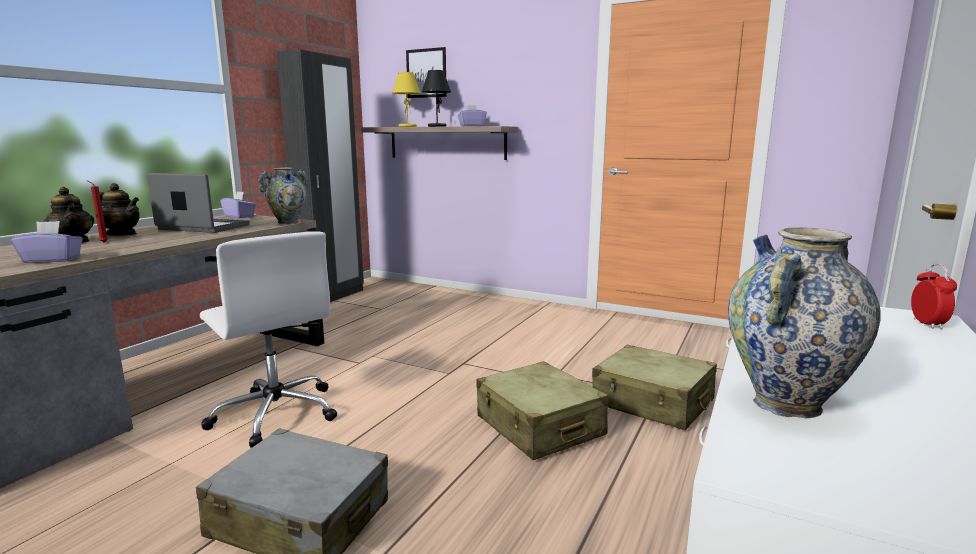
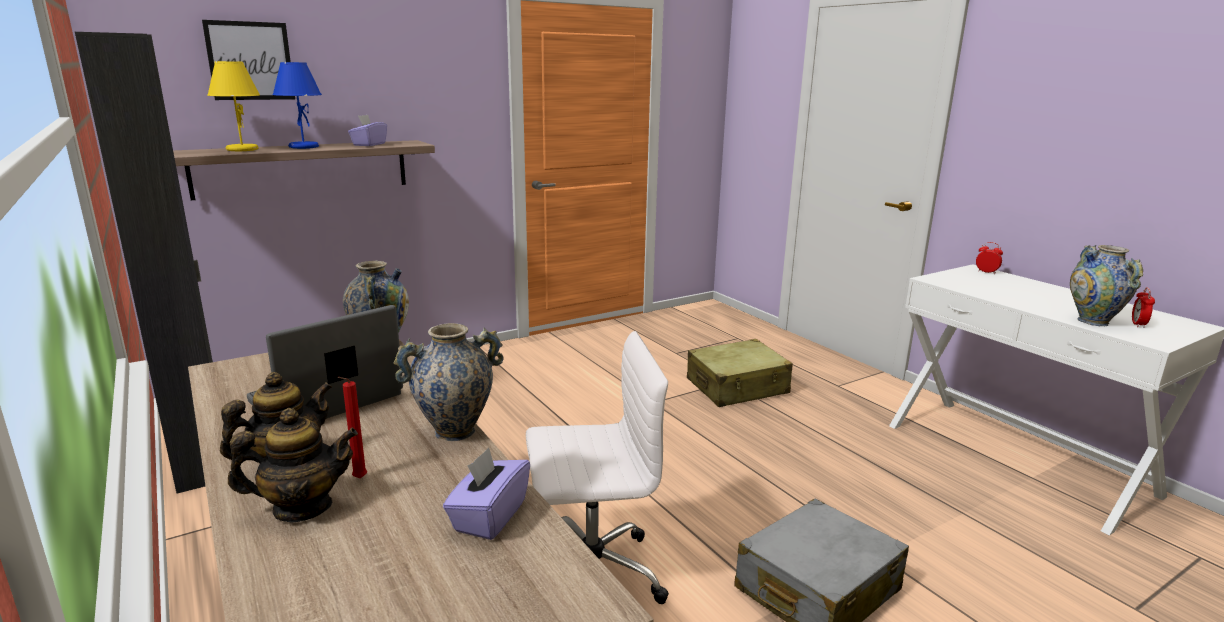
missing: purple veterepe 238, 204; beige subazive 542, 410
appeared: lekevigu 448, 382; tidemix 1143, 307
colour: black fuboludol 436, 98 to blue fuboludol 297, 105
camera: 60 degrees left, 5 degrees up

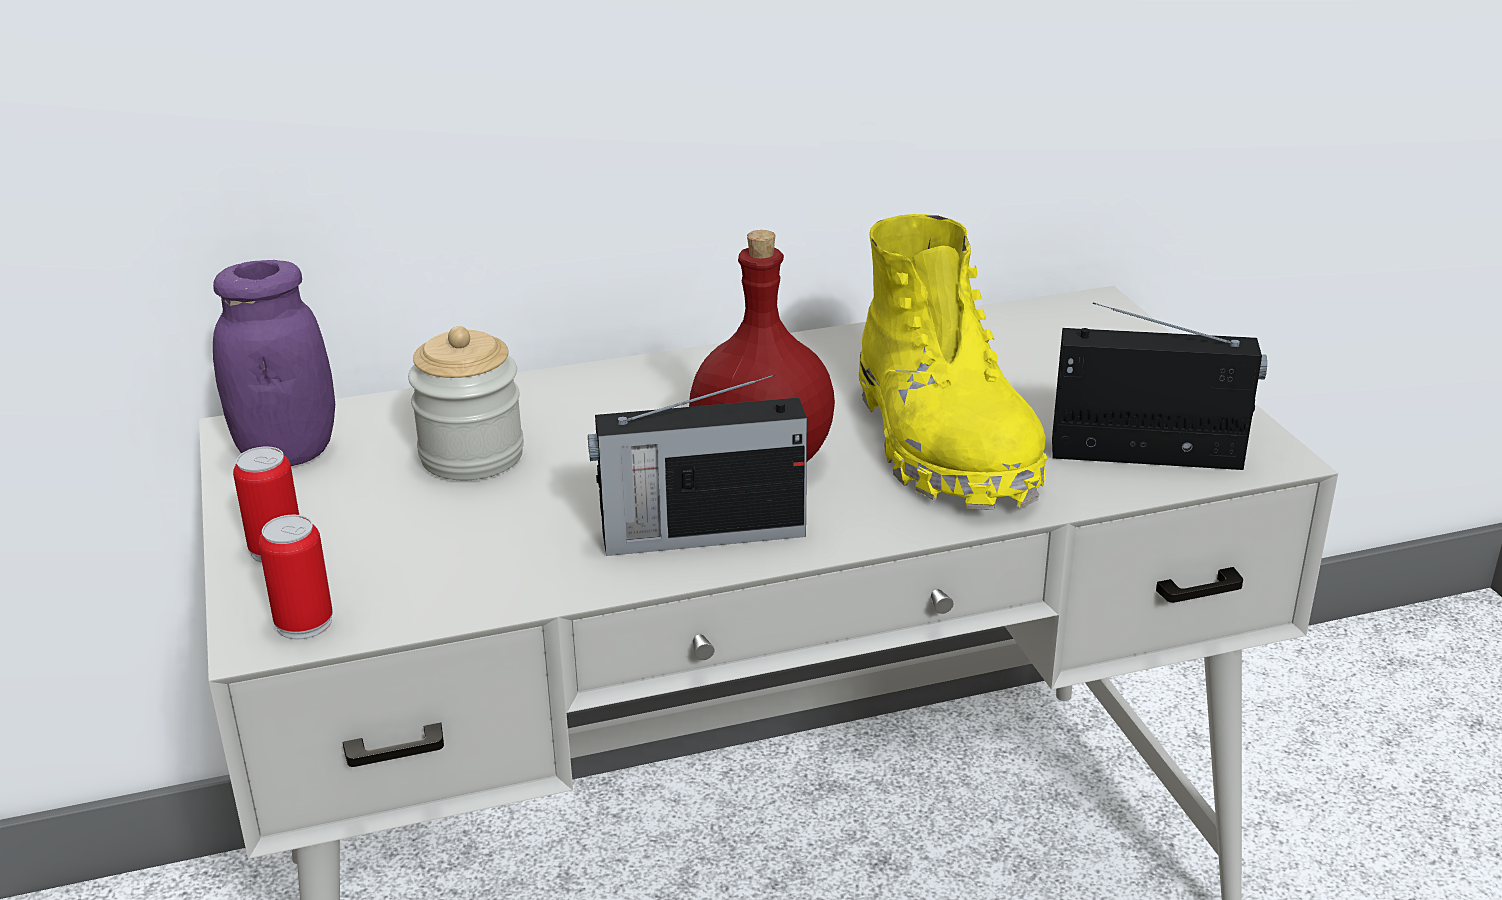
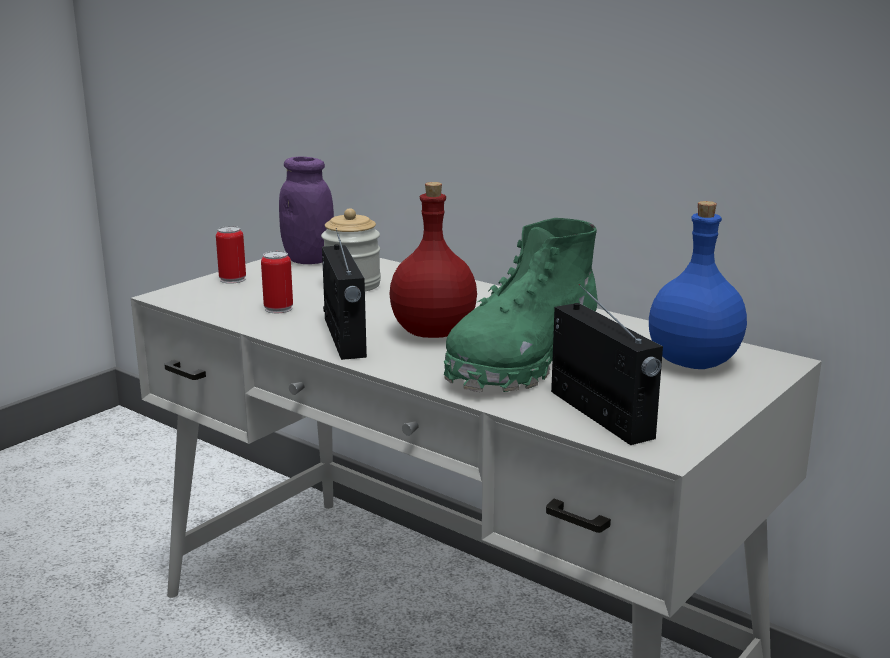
appeared: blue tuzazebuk 698, 285
relocated: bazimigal 296, 577 to 277, 282
colour: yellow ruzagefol 953, 362 to green ruzagefol 521, 305
spun: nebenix 697, 465 = 344, 294 150 degrees counterclockwise
camera: 55 degrees right, 10 degrees down

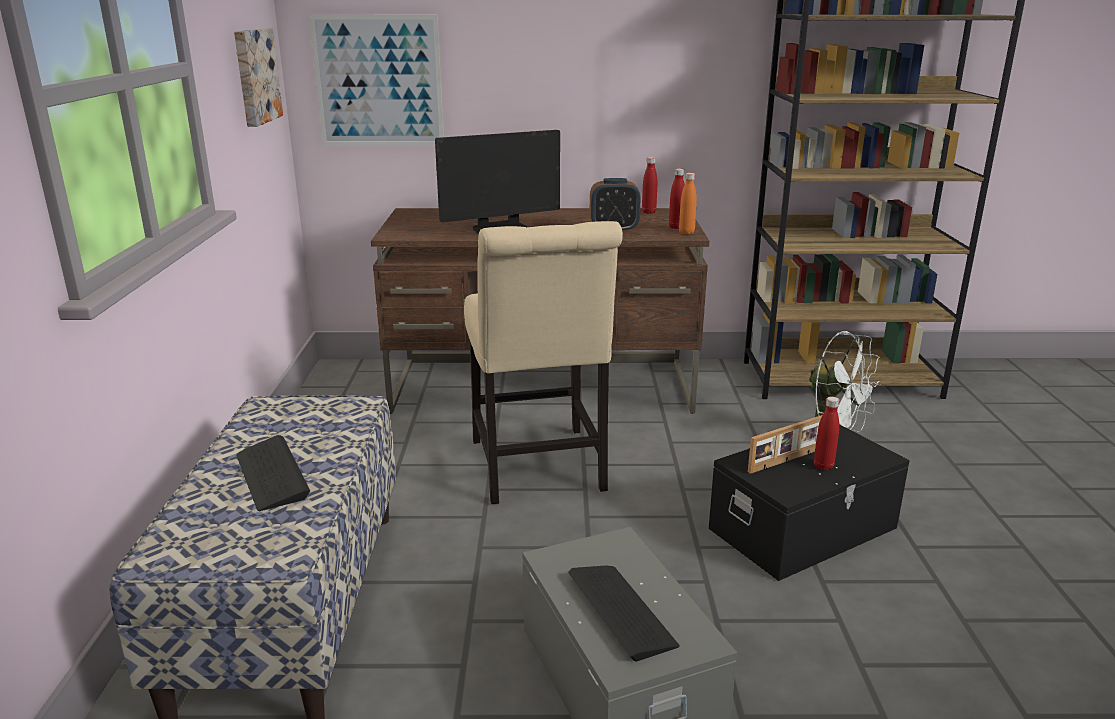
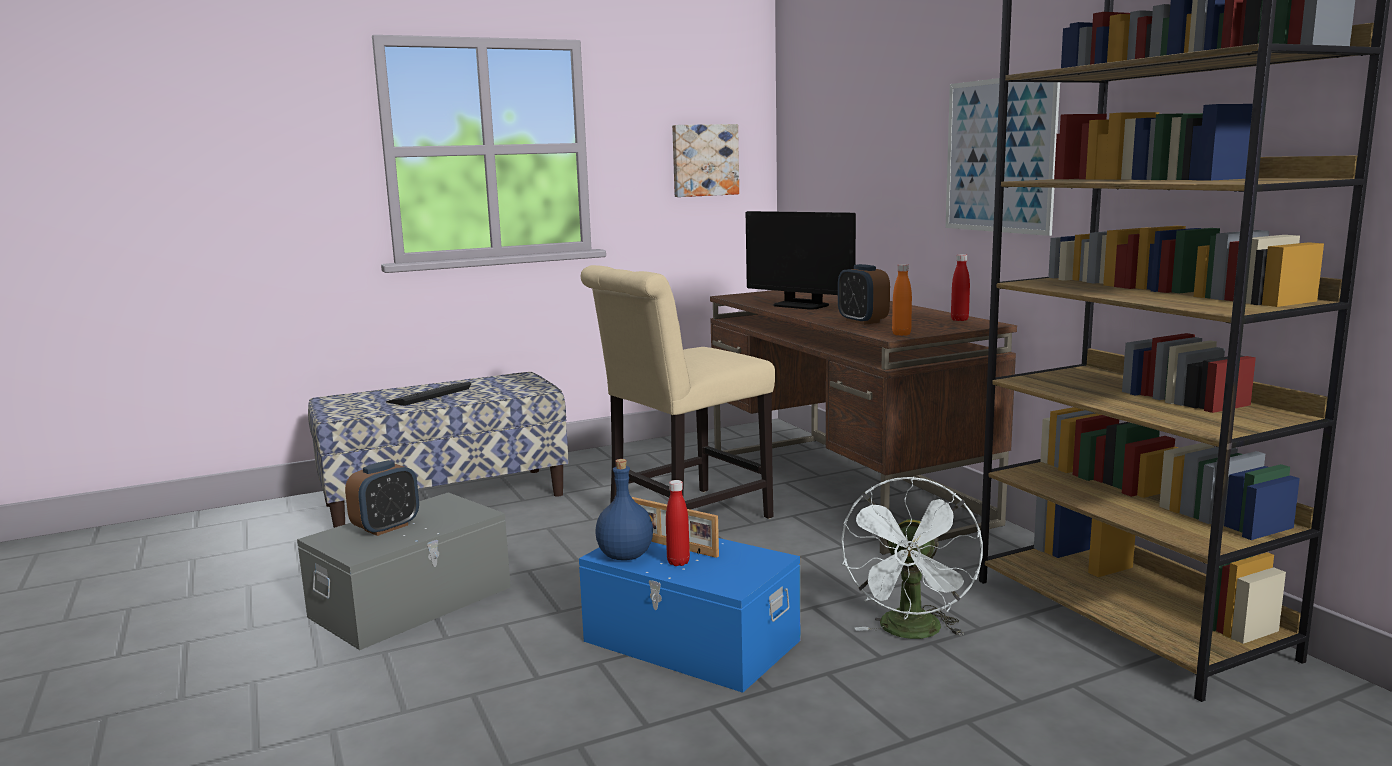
missing: red tuzazebuk 677, 198
appeared: blue tuzazebuk 624, 509
relocated: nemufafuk 376, 80 to 1003, 157
exchanged: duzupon 623, 613 to tidemix 382, 498
colour: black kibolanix 809, 502 to blue kibolanix 689, 615
camera: 65 degrees right, 10 degrees down

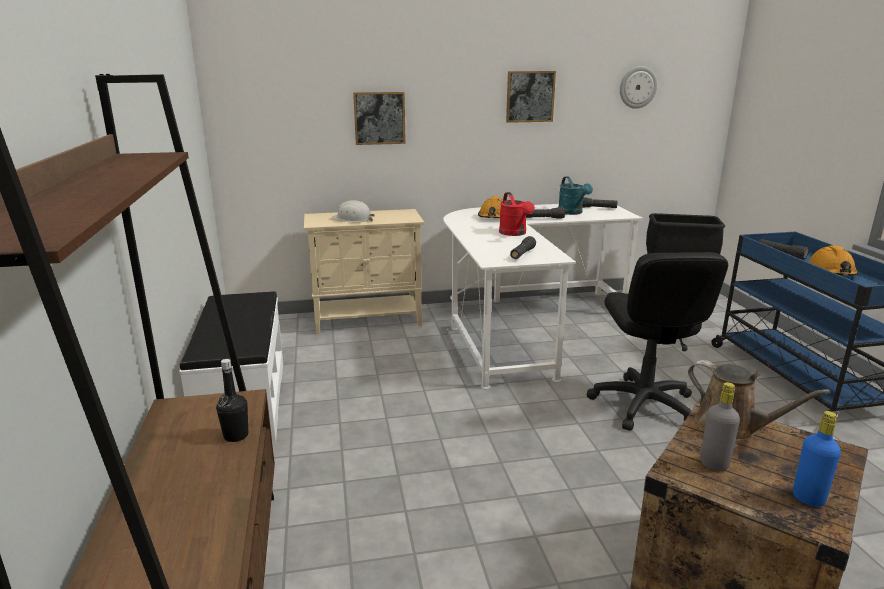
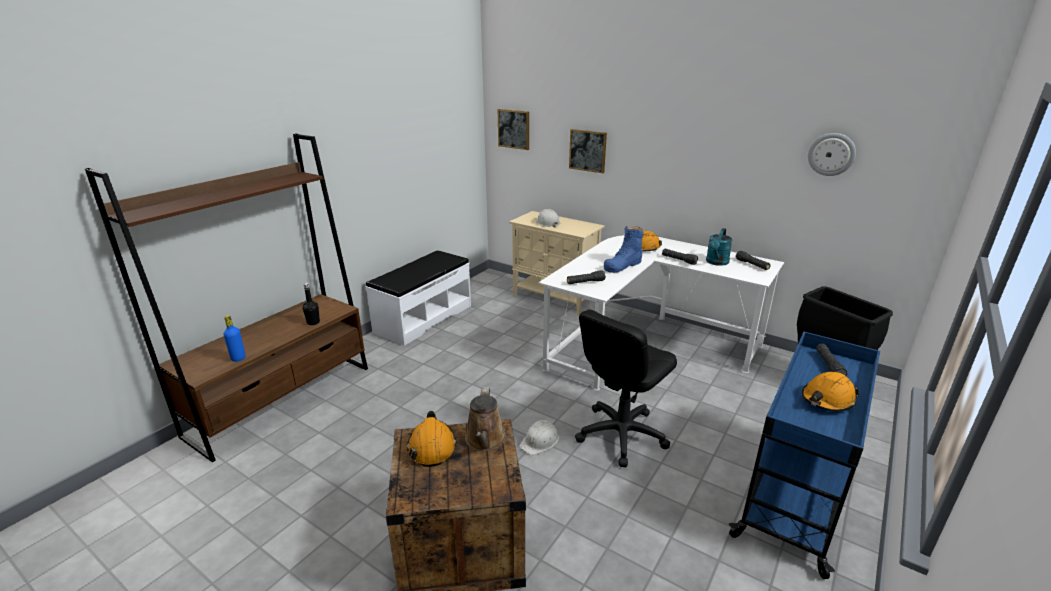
appeared: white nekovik 539, 437
relocated: nemufafuk 531, 97 to 513, 129; blue tuzazebuk 817, 459 to 235, 338
exchanged: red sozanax 517, 214 to blue ruzagefol 624, 249; grey tuzazebuk 720, 426 to orange nekovik 432, 439
camera: 45 degrees right, 5 degrees up

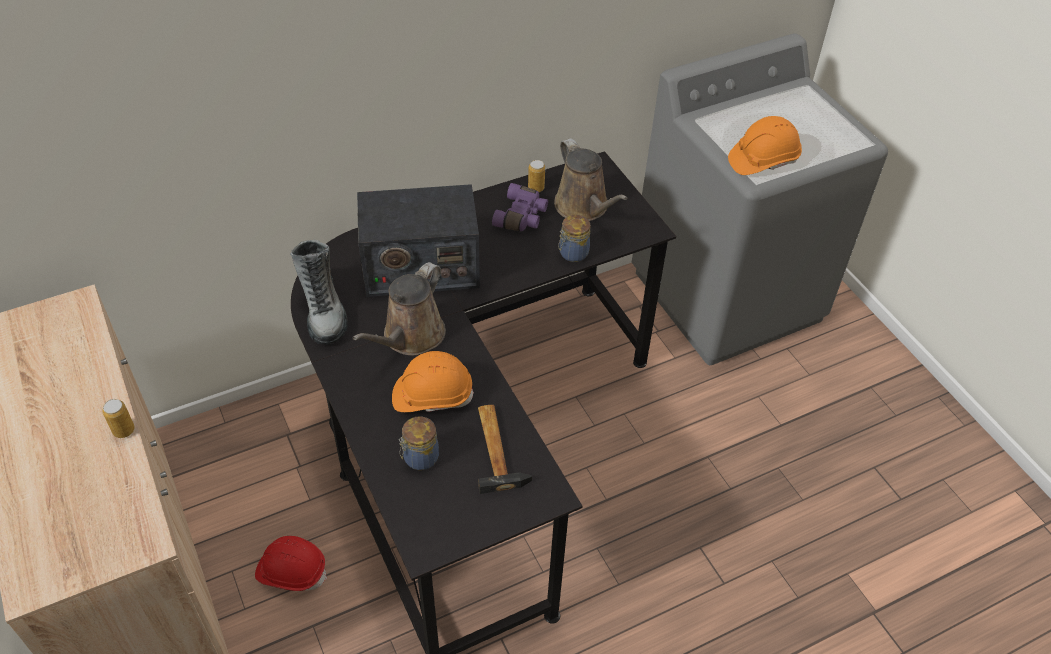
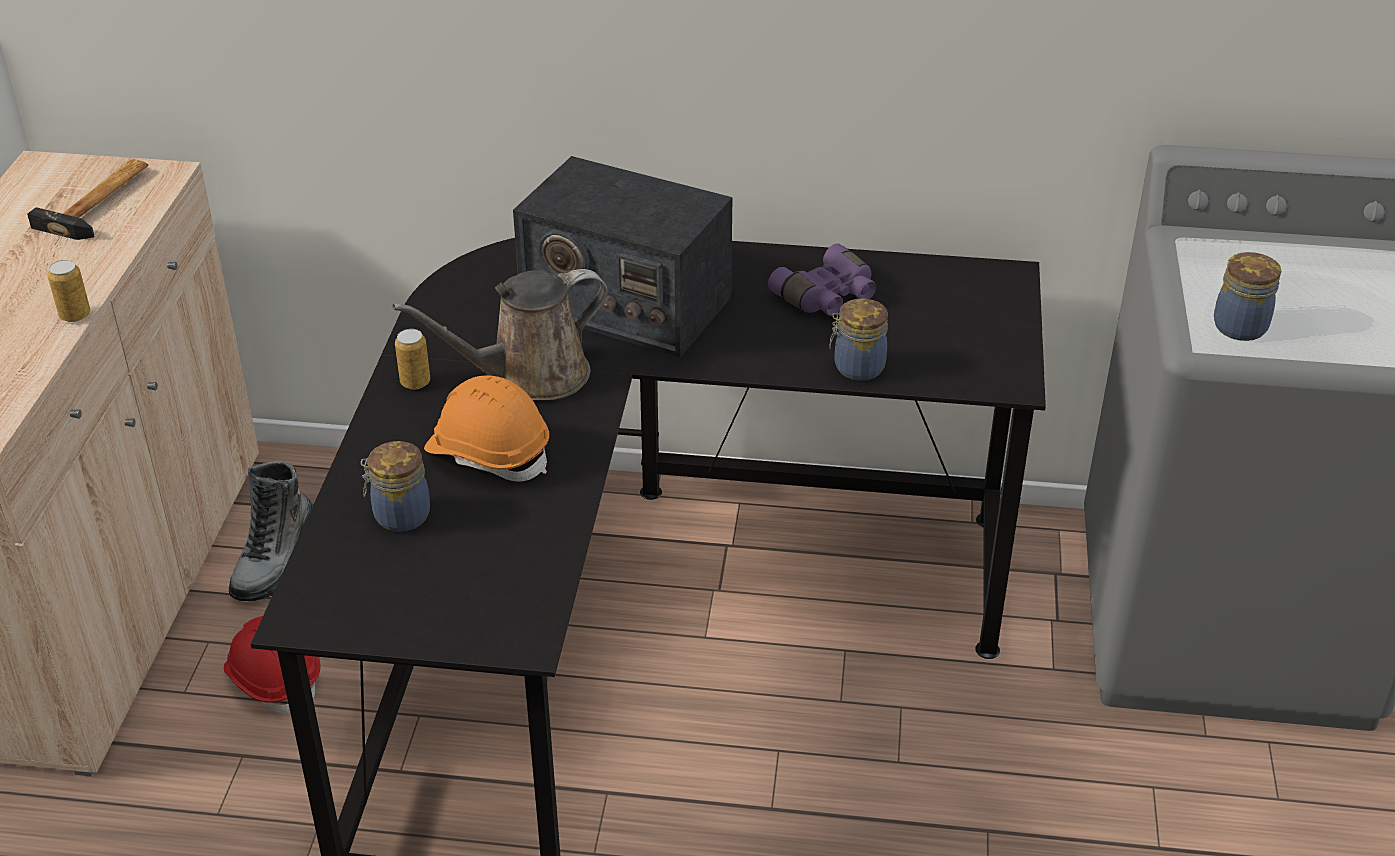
missing: brown sozanax 591, 179
relocated: ruzagefol 319, 292 to 271, 531; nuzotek 505, 449 to 88, 199; bazimigal 536, 176 to 412, 359
exchanged: orange nekovik 765, 145 to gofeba 1247, 296
camera: 35 degrees right, 10 degrees down

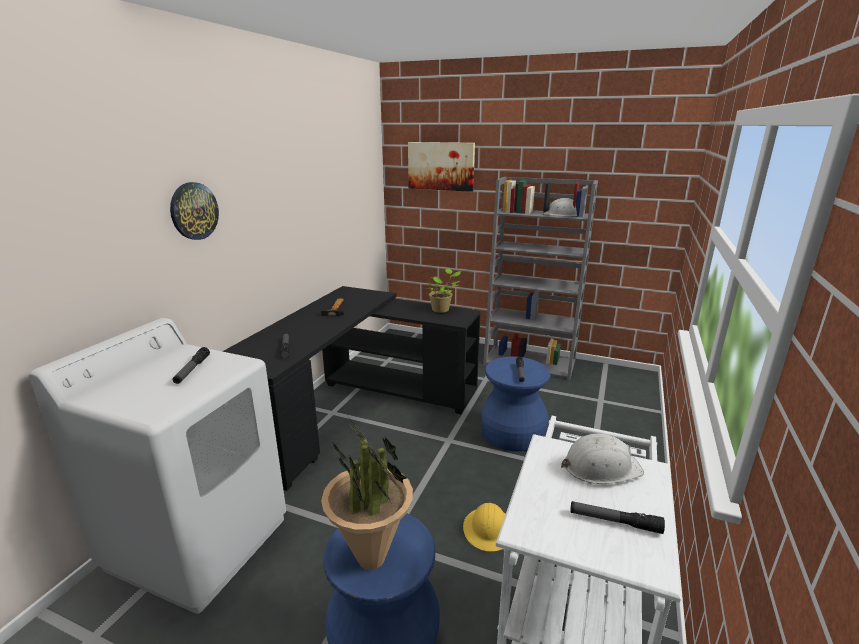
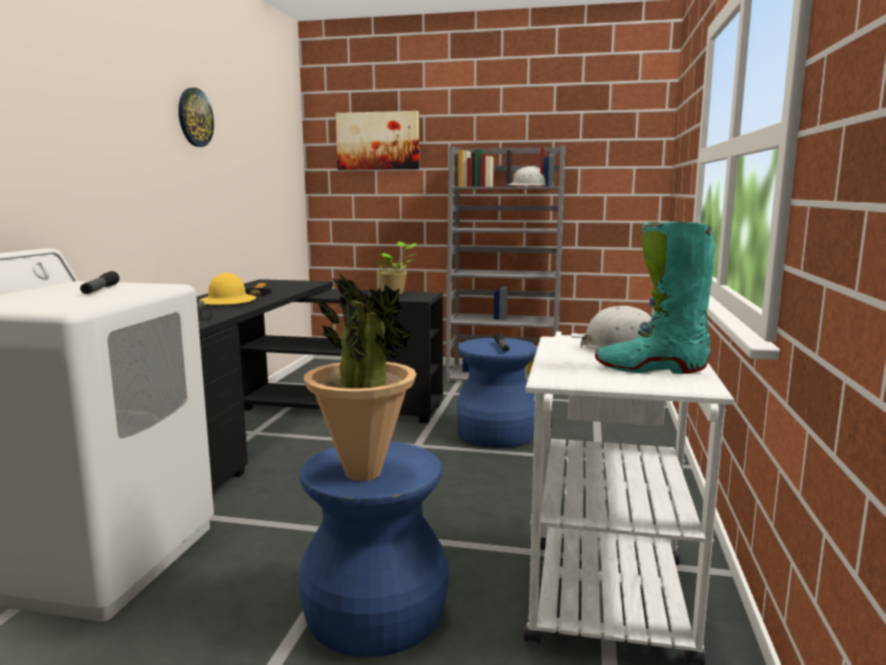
relocated: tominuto 194, 211 to 196, 117; yellow nekovik 484, 527 to 227, 289
exchanged: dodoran 617, 517 to turquoise ruzagefol 655, 297
camera: 10 degrees left, 10 degrees down

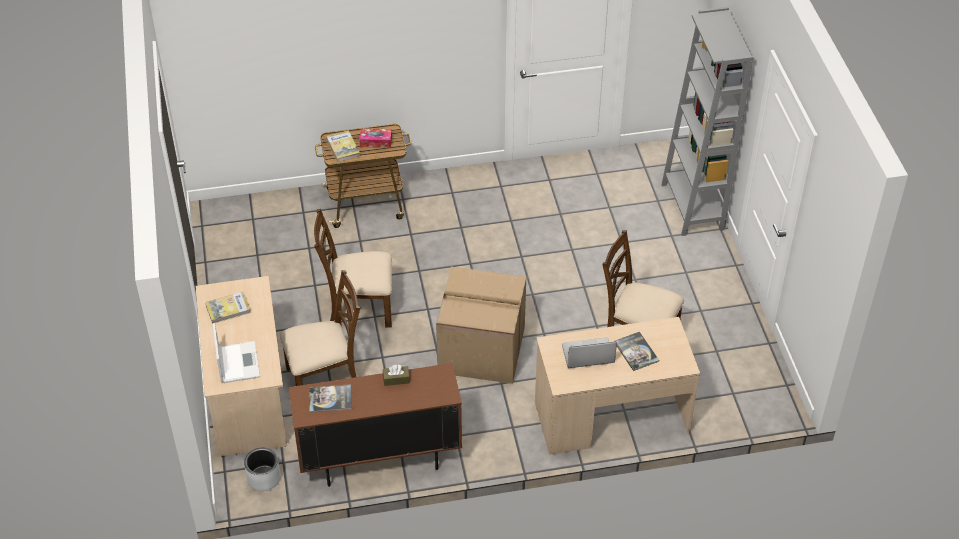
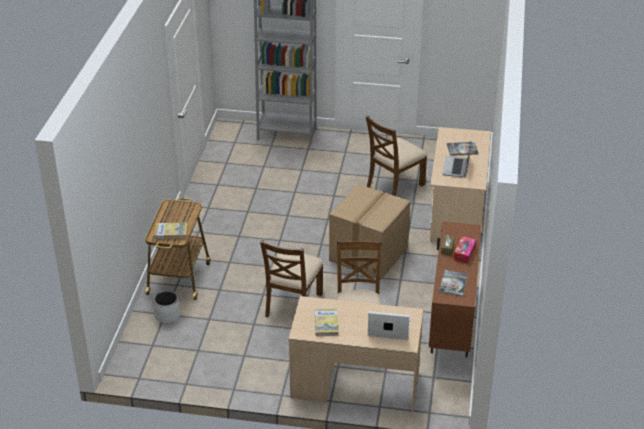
relocated: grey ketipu 262, 469 to 166, 306; veterepe 375, 138 to 465, 250
camera: 70 degrees left, 10 degrees down

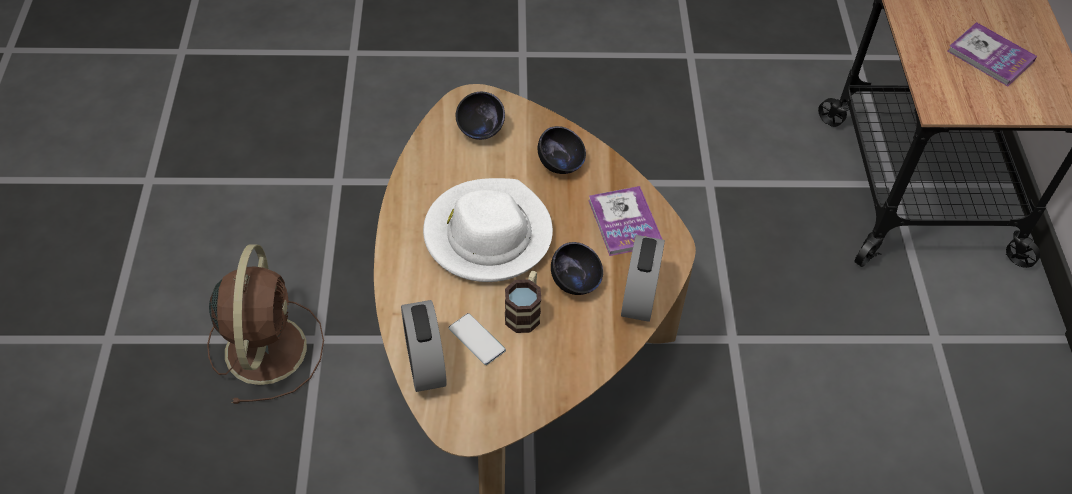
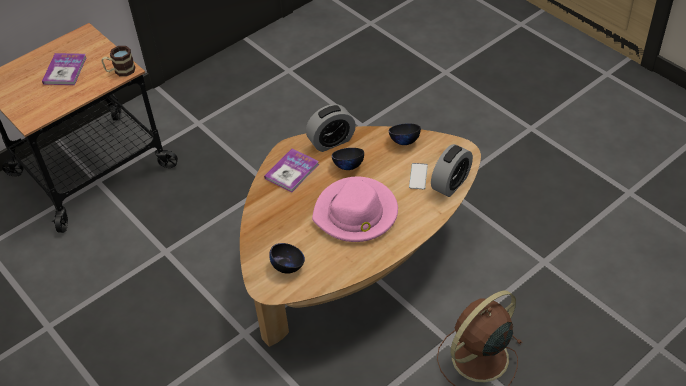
relocated: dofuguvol 523, 302 to 119, 61; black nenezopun 562, 150 to 405, 134
colour: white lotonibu 488, 230 to pink lotonibu 355, 209
camera: 125 degrees left, 5 degrees down

